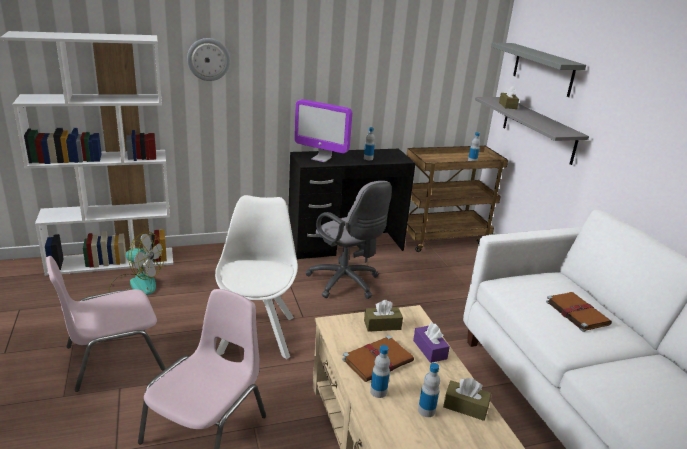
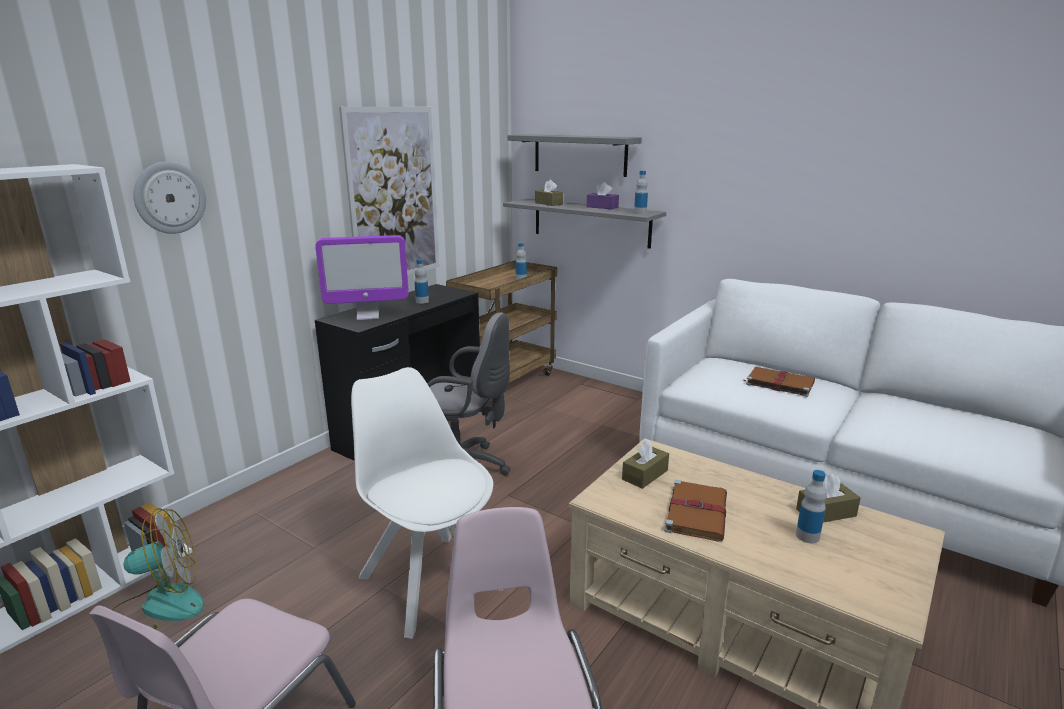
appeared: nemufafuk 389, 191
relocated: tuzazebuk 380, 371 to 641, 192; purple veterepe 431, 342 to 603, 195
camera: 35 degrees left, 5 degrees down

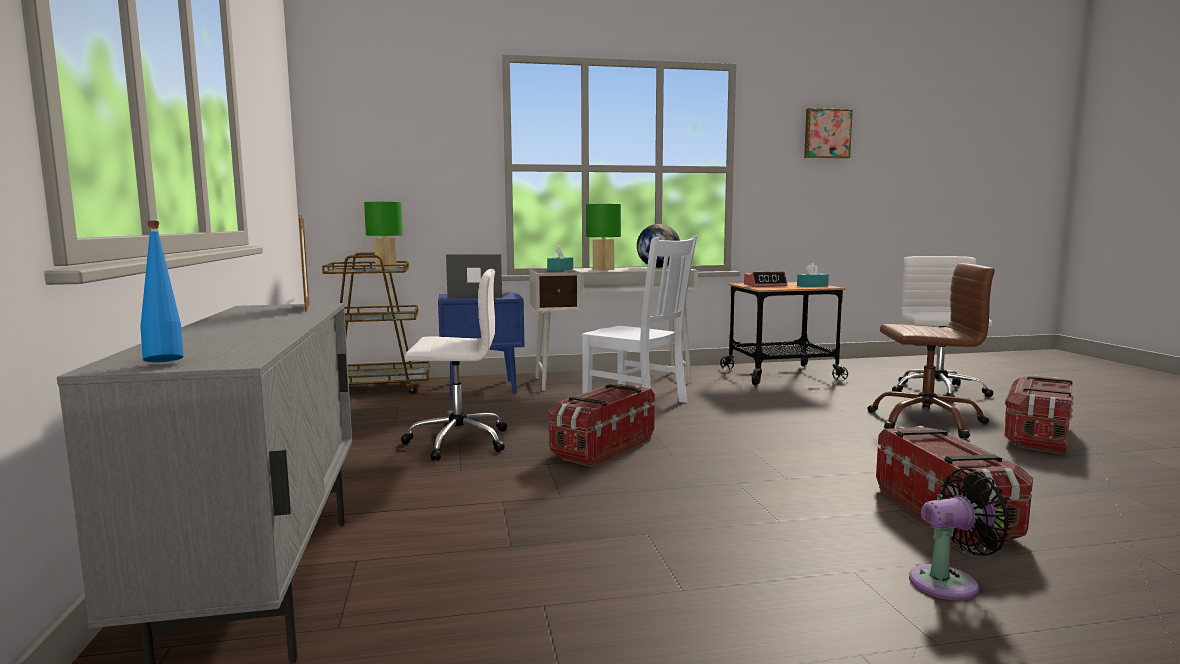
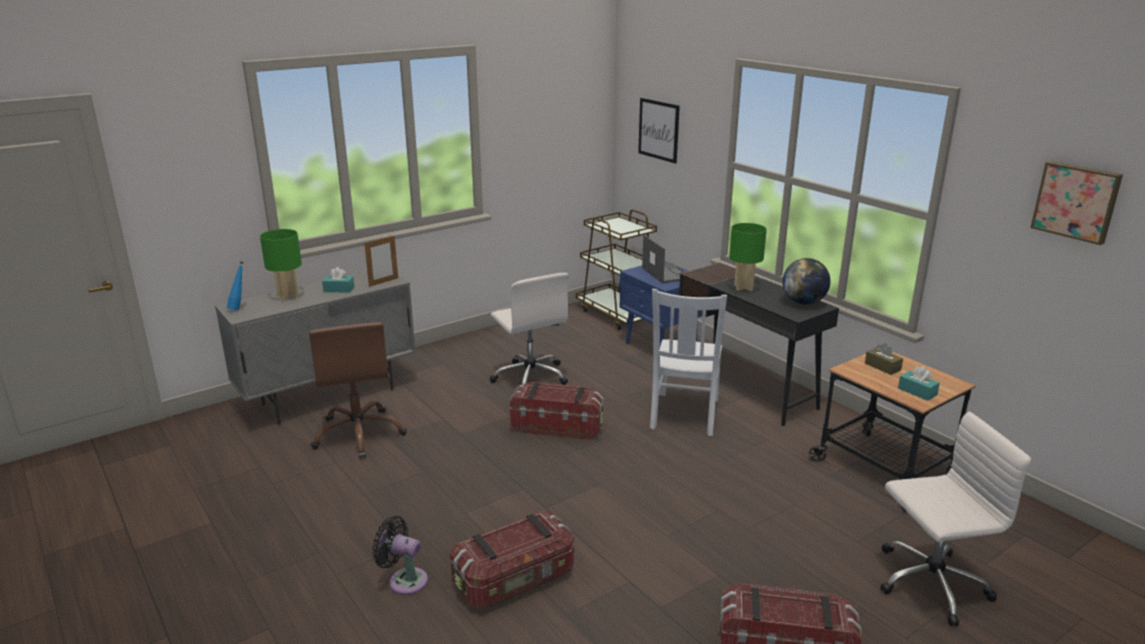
appeared: nemufafuk 659, 130
relocated: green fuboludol 383, 236 to 281, 265; turquoise veterepe 560, 258 to 338, 279; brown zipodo 931, 350 to 358, 390
exchanged: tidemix 766, 279 to brown veterepe 884, 359
colour: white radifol 613, 329 to black radifol 759, 344
spun: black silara 960, 534 = 400, 555 150 degrees clockwise
camera: 65 degrees right, 15 degrees up

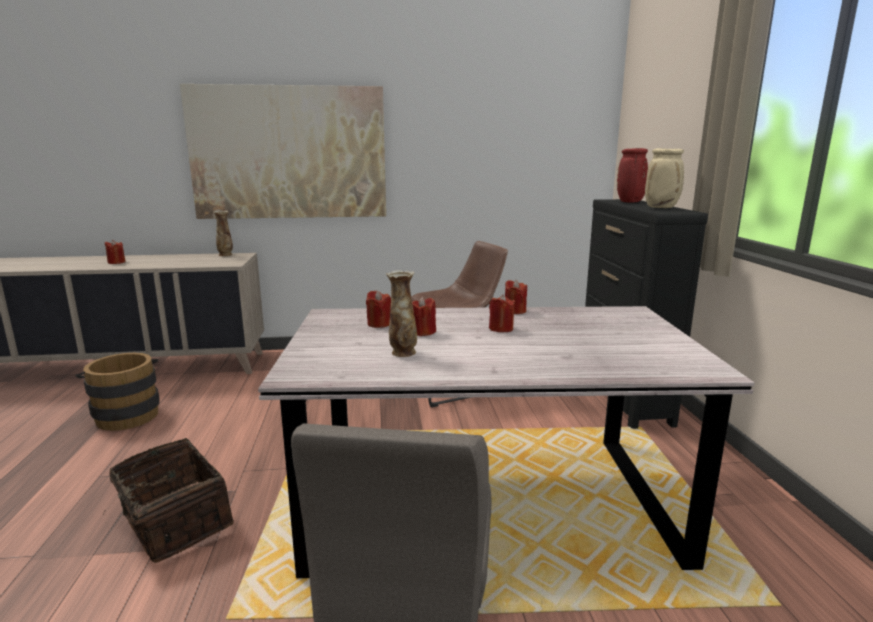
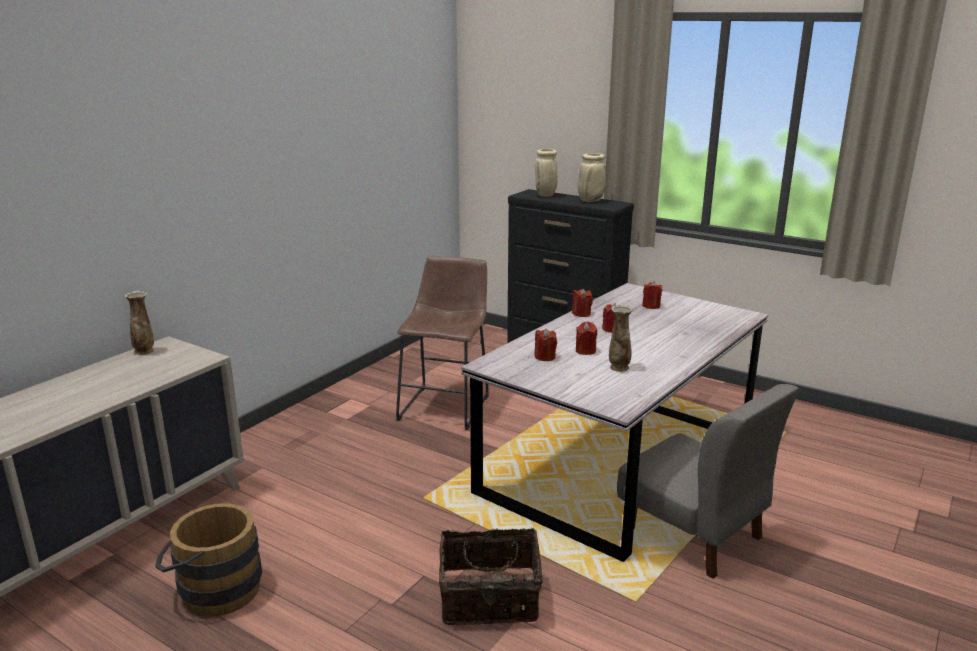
missing: nemufafuk 283, 151
relocated: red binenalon 115, 252 to 652, 295
colour: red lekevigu 632, 175 to beige lekevigu 546, 173
camera: 50 degrees left, 5 degrees up

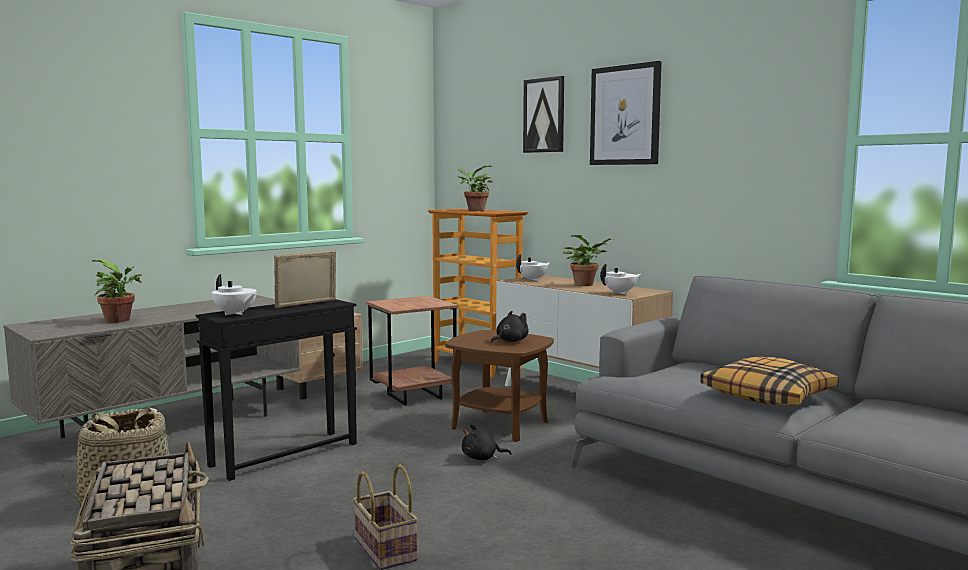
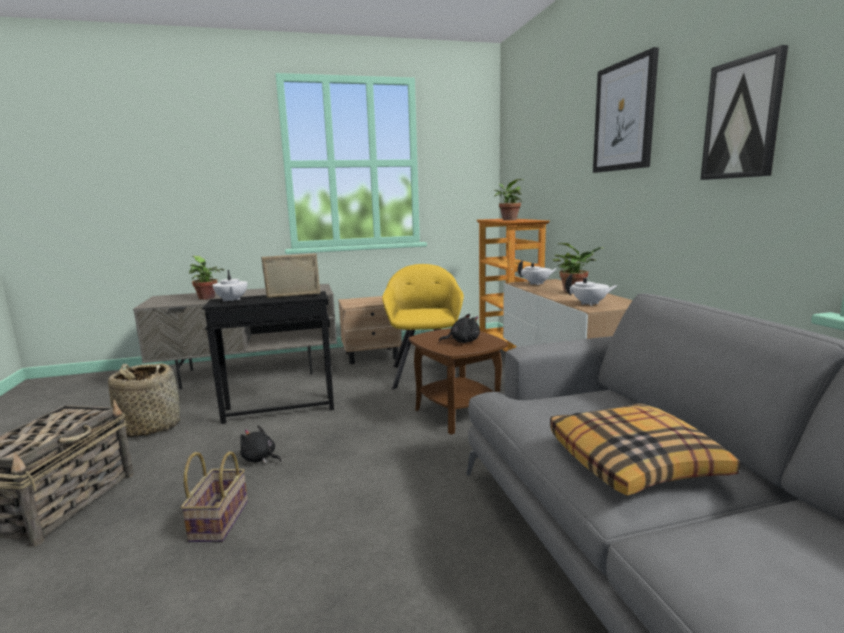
relocated: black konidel 486, 442 to 261, 444; nemufafuk 543, 114 to 744, 112
exchanged: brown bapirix 412, 351 to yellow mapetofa 423, 326
camera: 30 degrees right, 5 degrees up

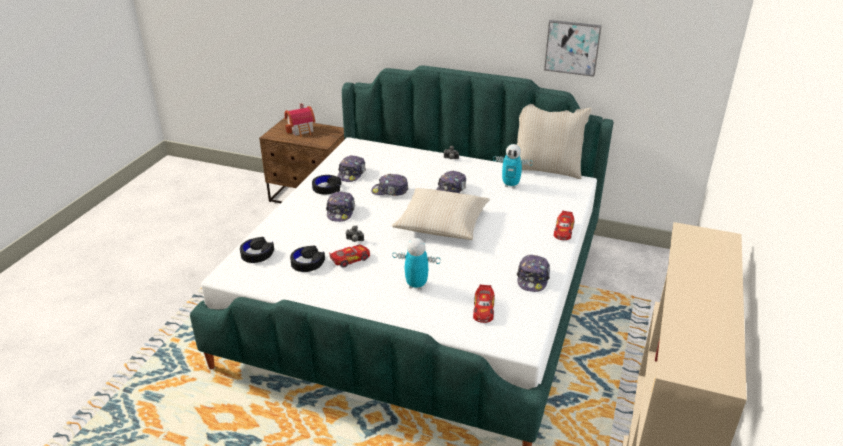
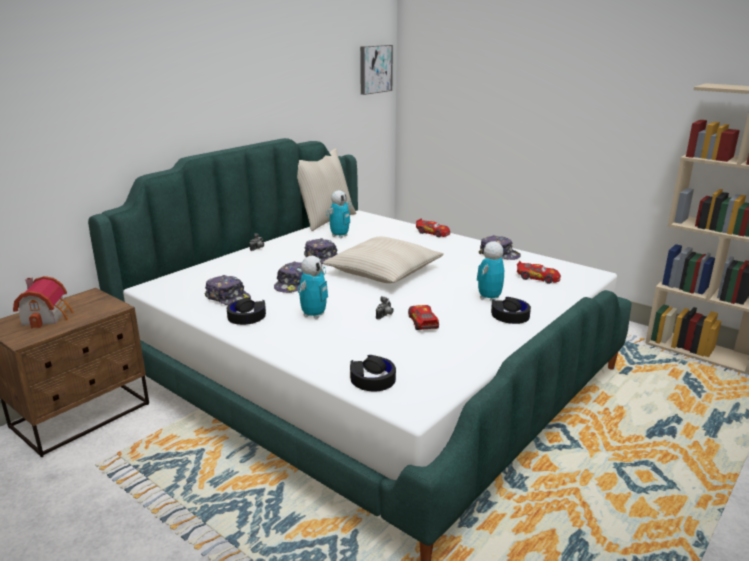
relocated: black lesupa 307, 258 to 511, 310; nemufafuk 573, 48 to 376, 70
exchanged: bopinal 340, 207 to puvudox 313, 287
camera: 70 degrees left, 10 degrees down

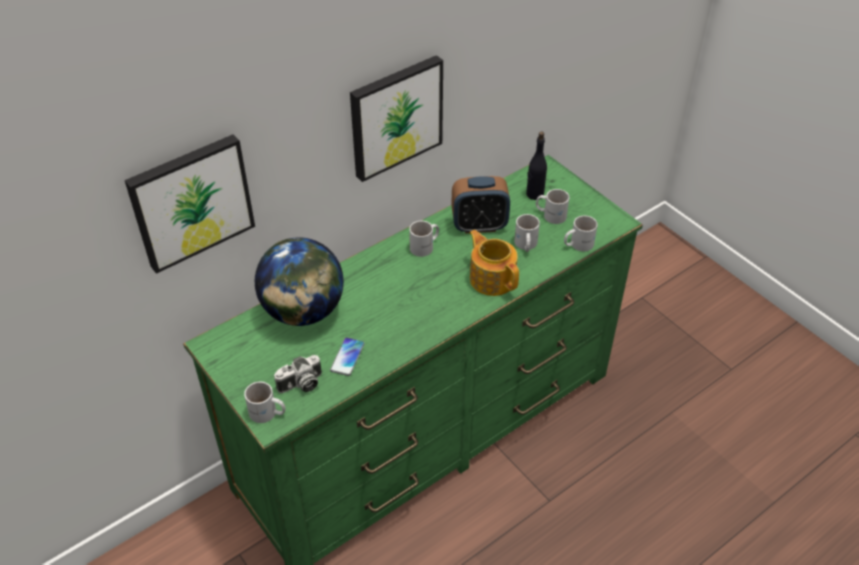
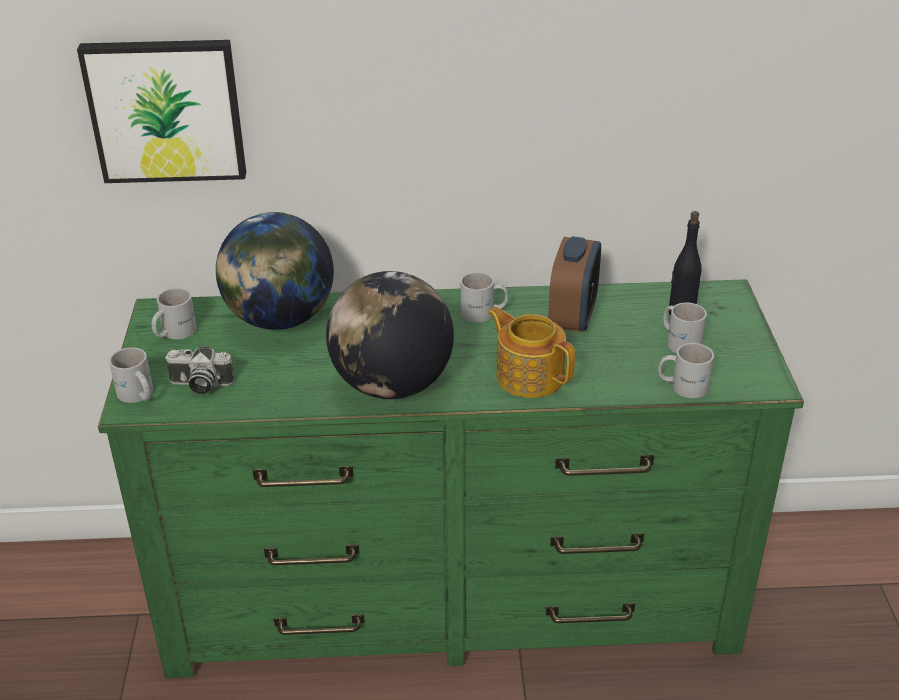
missing: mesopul 347, 356; nemufafuk 396, 118
appeared: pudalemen 390, 335
relocated: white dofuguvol 527, 233 to 174, 313
spun: tidemix 480, 204 = 574, 284 105 degrees counterclockwise; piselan 494, 263 = 531, 352 45 degrees counterclockwise
camera: 35 degrees right, 10 degrees down

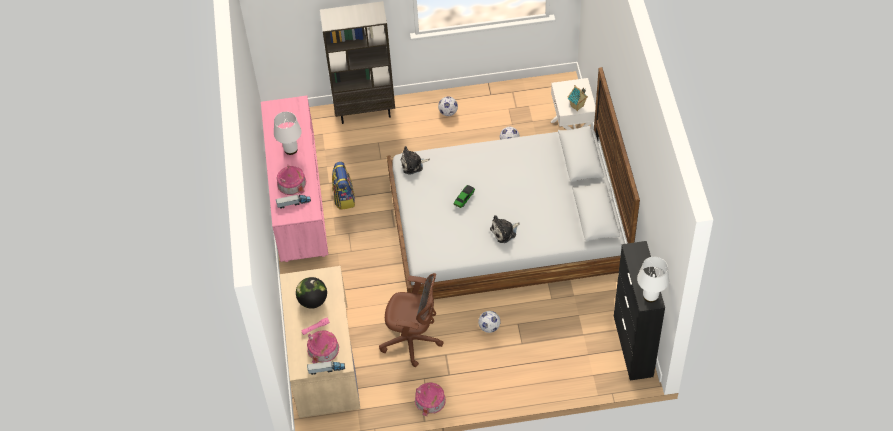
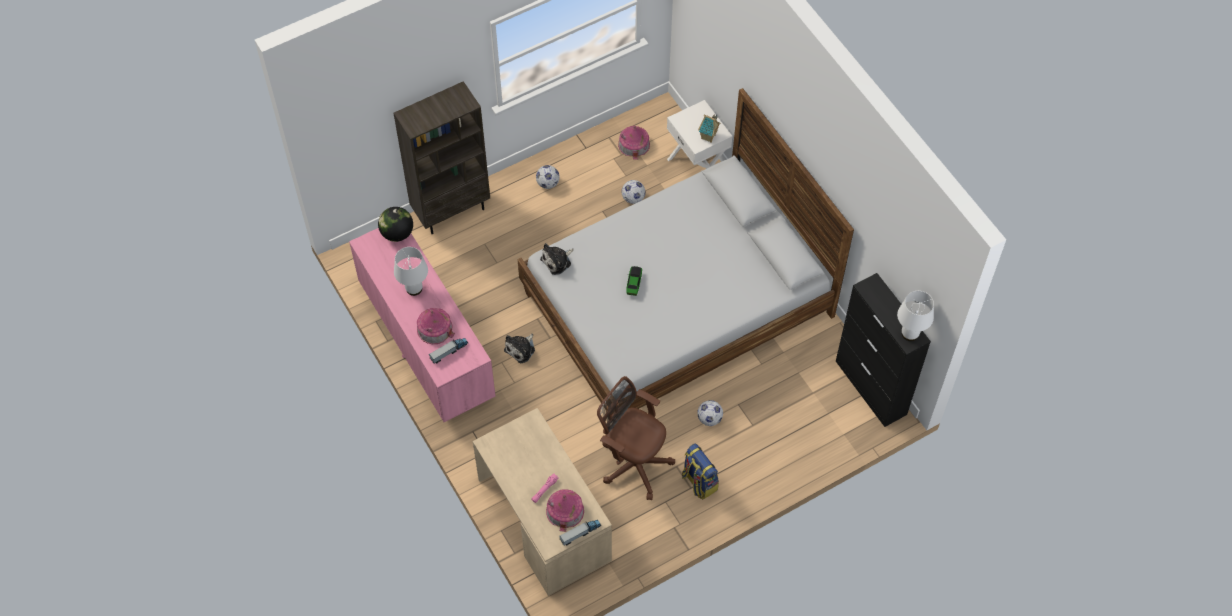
relocated: pudalemen 311, 293 to 395, 224; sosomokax 343, 186 to 700, 471; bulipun 430, 399 to 634, 142; konidel 504, 229 to 519, 348
spun: brown zipodo 411, 320 = 636, 438 135 degrees counterclockwise
camera: 25 degrees left, 5 degrees up

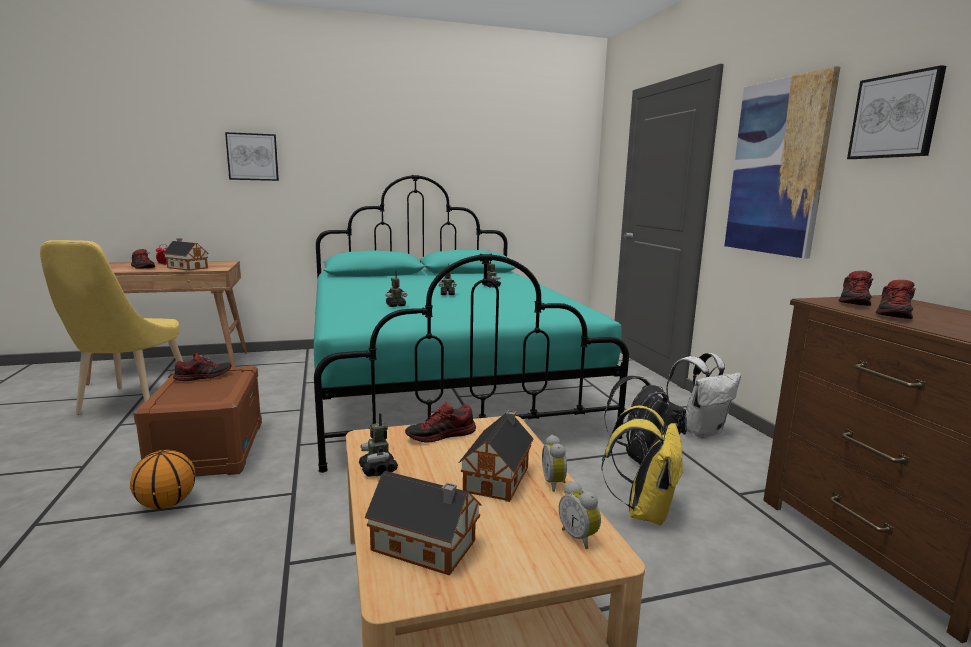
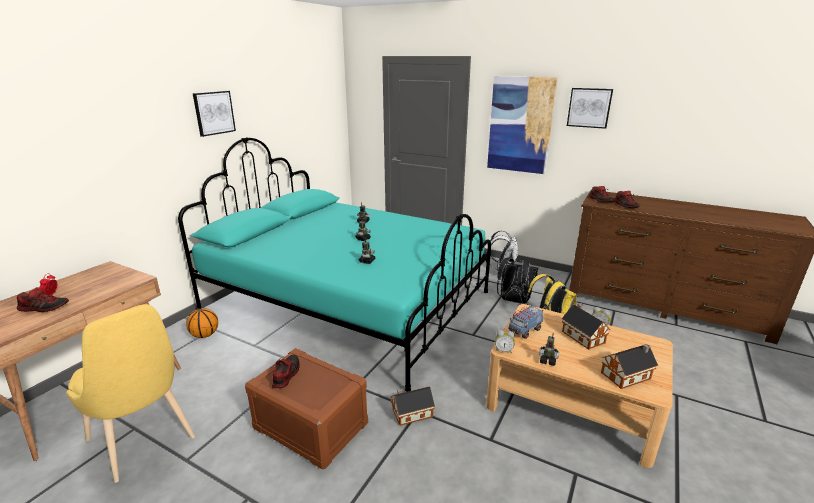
relocated: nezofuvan 162, 479 to 202, 323; bulipun 186, 254 to 413, 406; nemufafuk 252, 156 to 214, 114; tidemix 580, 515 to 504, 342
exchanged: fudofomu 440, 422 to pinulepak 525, 322
camera: 45 degrees left, 10 degrees up

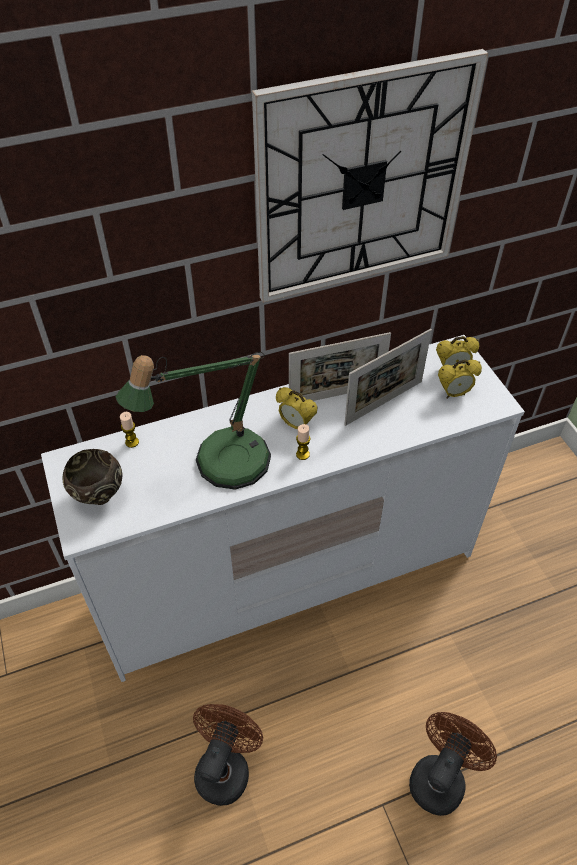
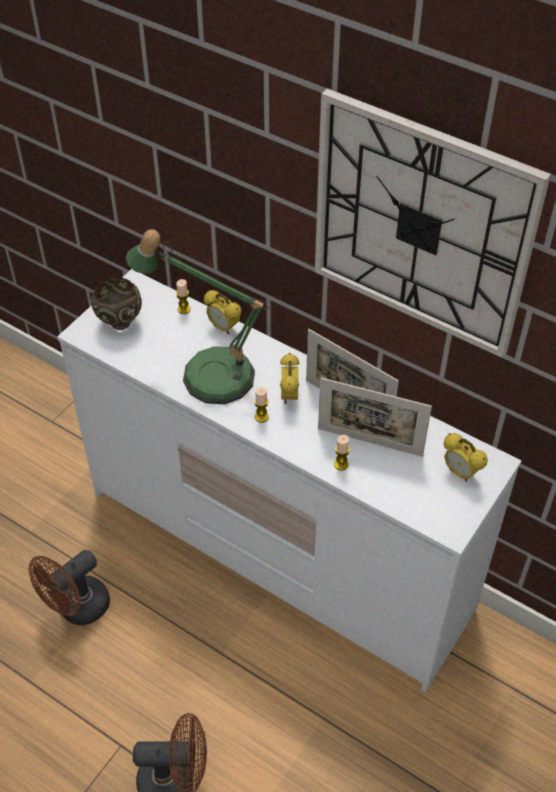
appeared: binenalon 342, 453
relocated: tidemix 460, 379 to 223, 312
spun: brown silara 228, 755 = 69, 587 150 degrees clockwise
camera: 55 degrees right, 0 degrees up

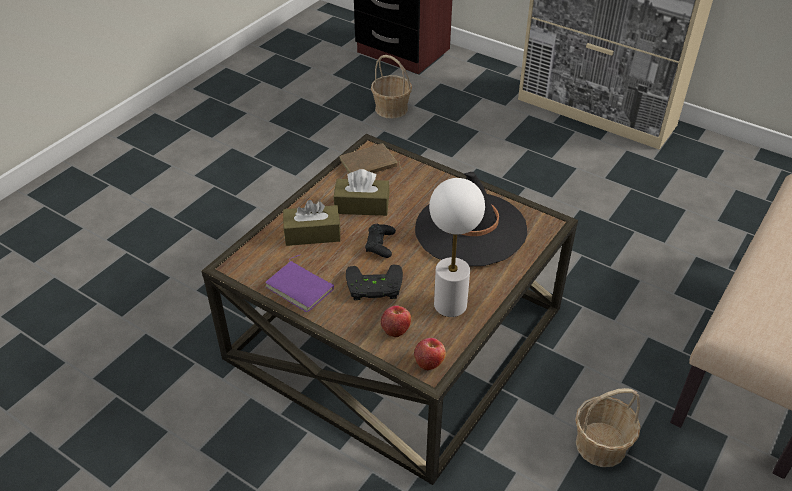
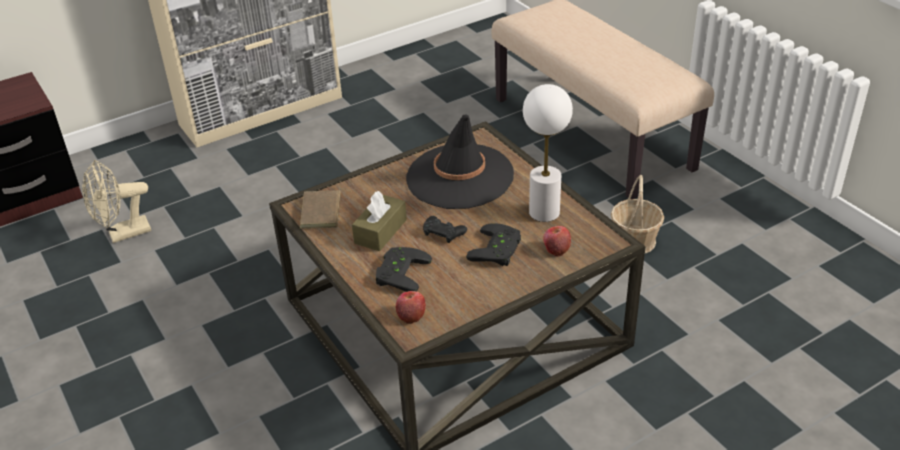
missing: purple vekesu 299, 284
relocated: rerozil 430, 354 to 411, 307
exchanged: brown veterepe 312, 223 to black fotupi 404, 269; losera 391, 87 to beige silara 116, 201
camera: 65 degrees left, 5 degrees down

